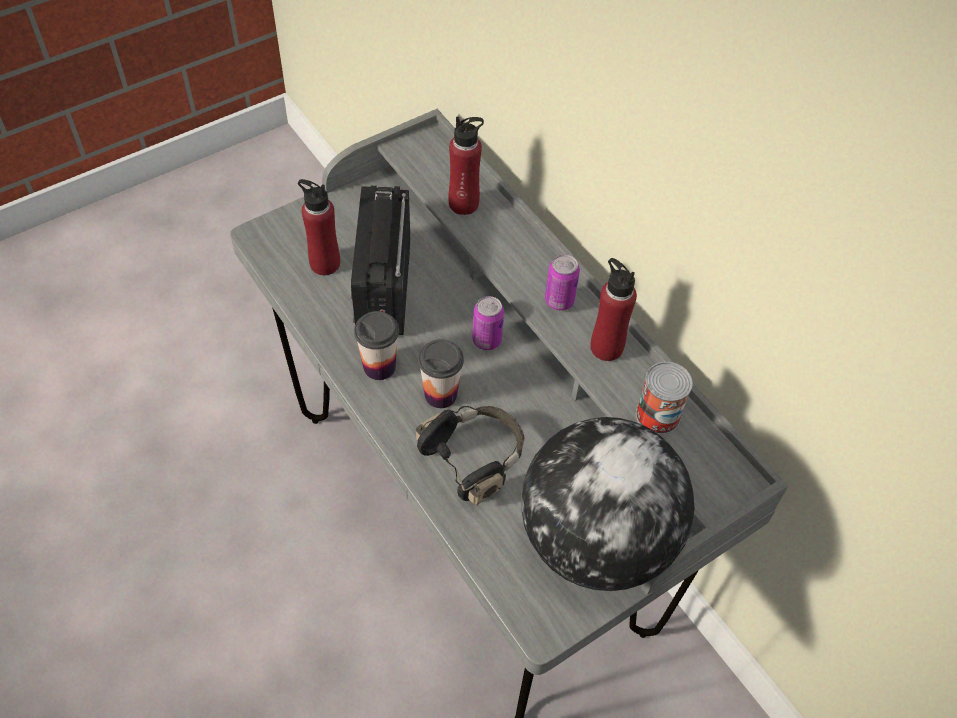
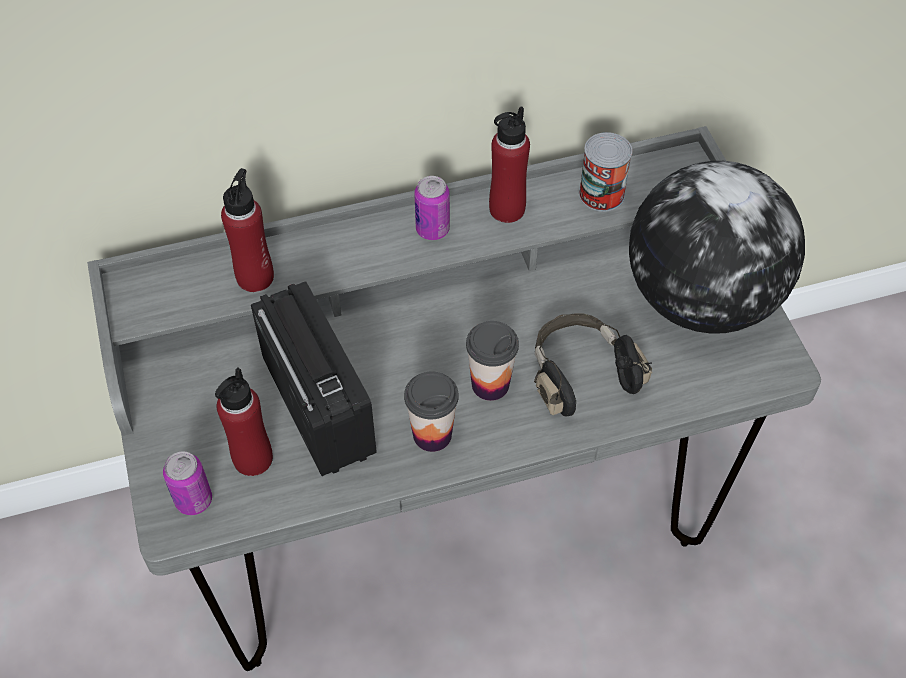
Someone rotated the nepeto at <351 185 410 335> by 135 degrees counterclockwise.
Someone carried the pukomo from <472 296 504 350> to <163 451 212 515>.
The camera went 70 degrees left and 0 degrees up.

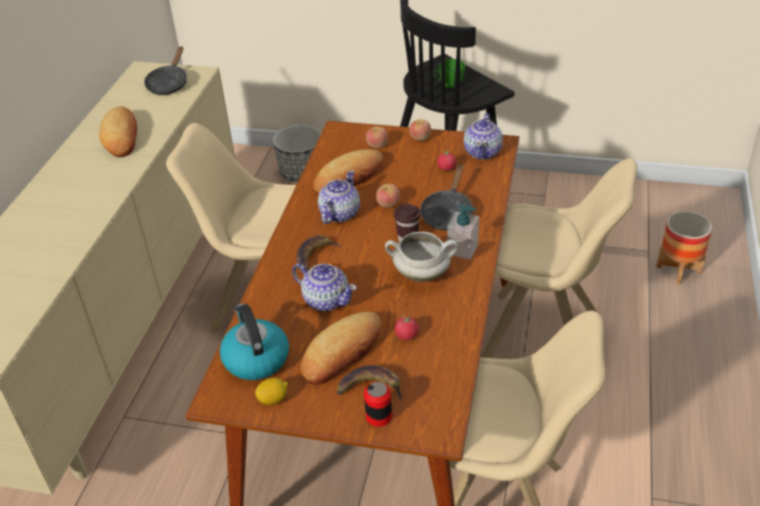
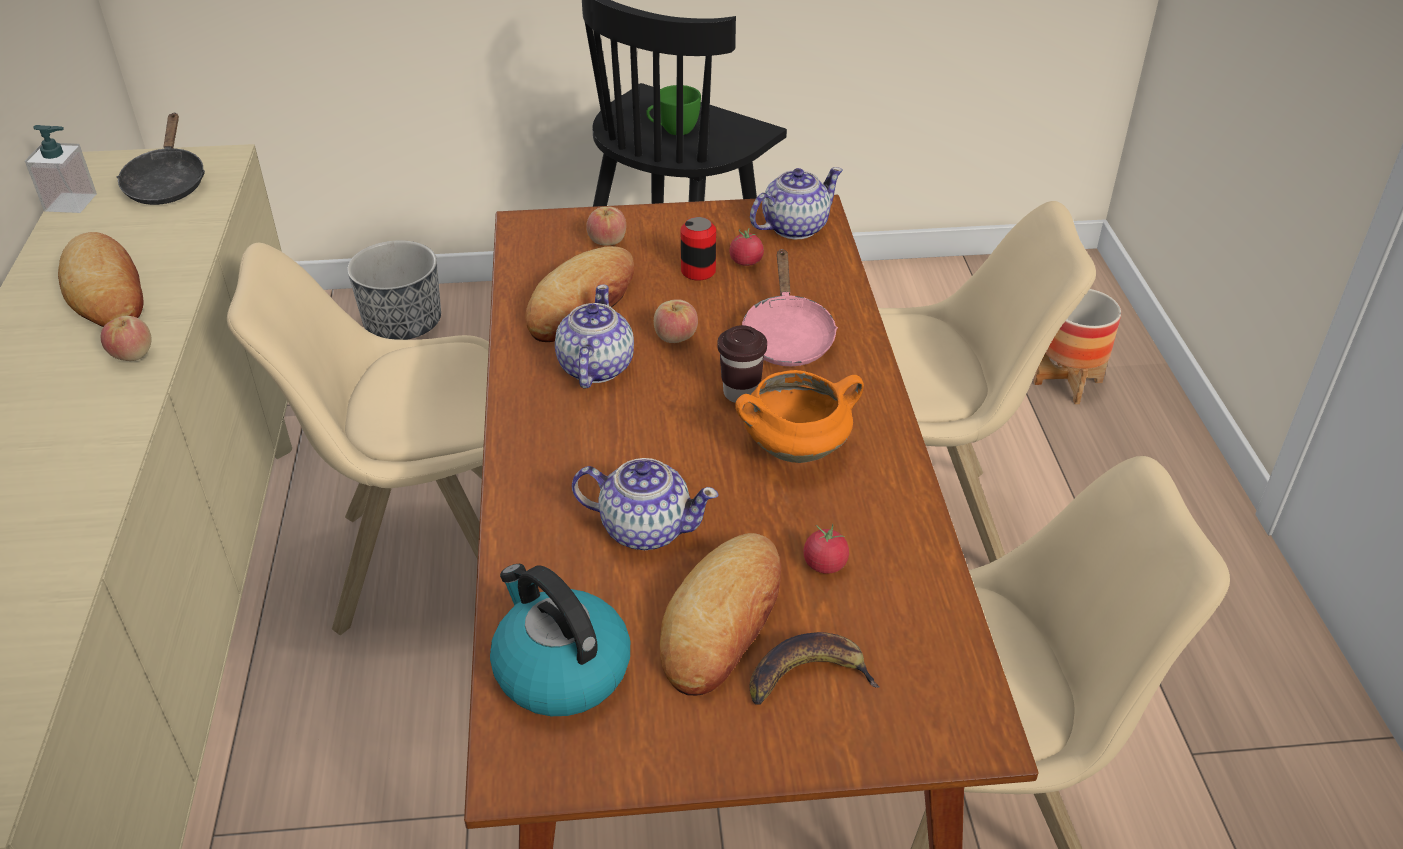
Someone rotated the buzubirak at <464 113 503 160> by 120 degrees counterclockwise.
Someone carried the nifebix from <409 119 431 141> to <101 316 152 361>.
Someone repainted the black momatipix at <420 164 473 231>, which became the pink momatipix at <742 249 838 366>.
Someone carried the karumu from <447 204 479 260> to <25 125 97 213>.
Someone repainted the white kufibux at <385 232 458 282>, which became the orange kufibux at <735 370 864 463>.
Someone took away the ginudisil at <296 235 341 273>.
Someone took away the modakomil at <255 378 288 405>.
Someone carried the pukomo from <364 382 392 427> to <681 217 716 281>.
The camera went 20 degrees left and 0 degrees up.

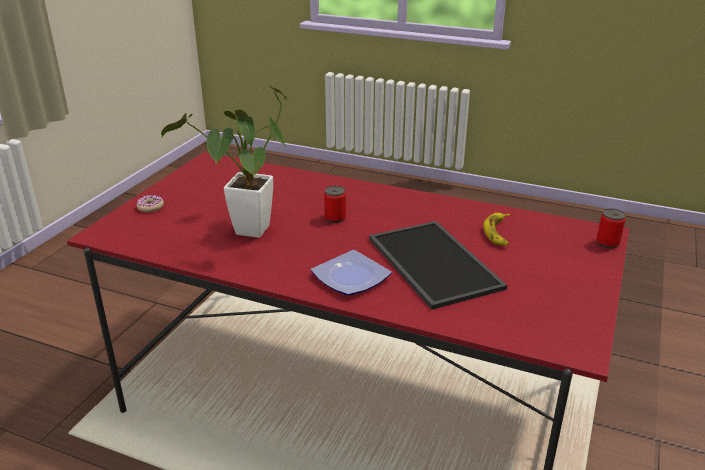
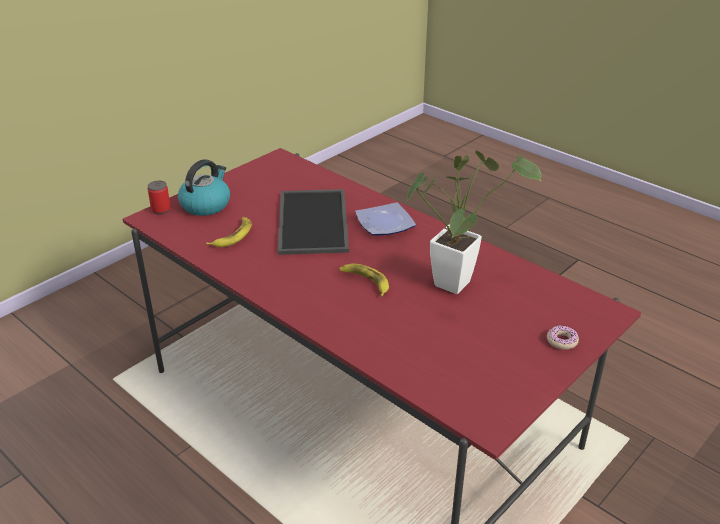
Someone swapped the pukomo at <324 186 346 223> for the ginudisil at <339 263 389 297>.
Someone put down the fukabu at <178 159 230 216>.
The camera went 160 degrees left and 5 degrees up.

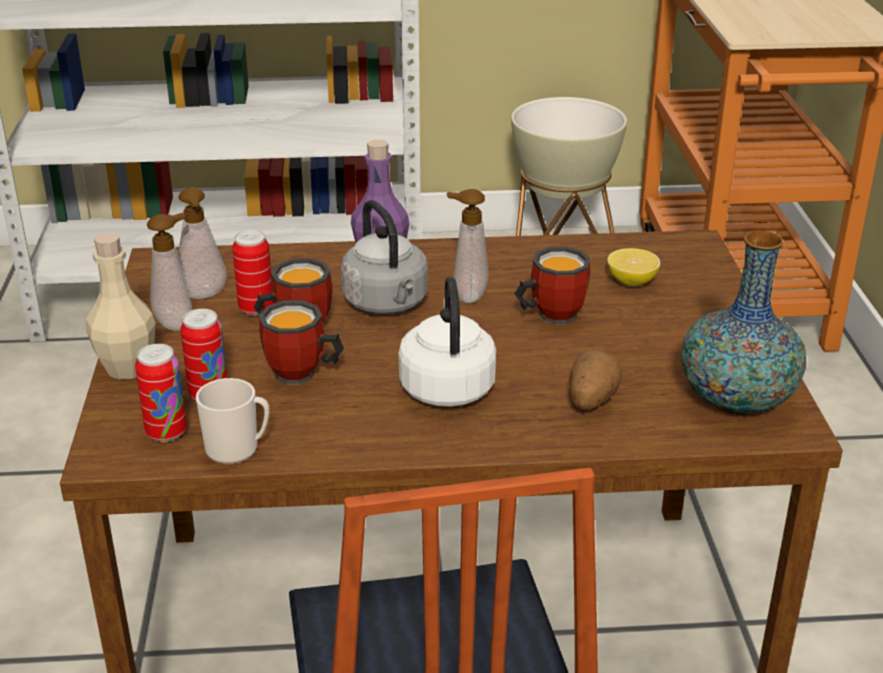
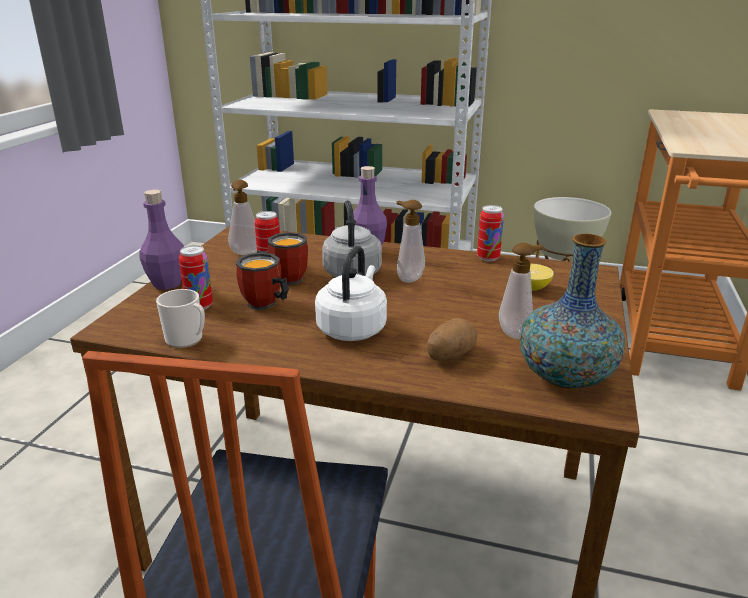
Someone carried the karumu from <147 213 193 331> to <499 243 543 339>.
Someone repainted the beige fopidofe at <86 233 156 380>, which became the purple fopidofe at <139 190 184 290>.
Someone took away the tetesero at <515 246 590 325>.
Someone carried the pukomo from <135 344 187 442> to <477 205 504 261>.
The camera went 20 degrees right and 5 degrees down.

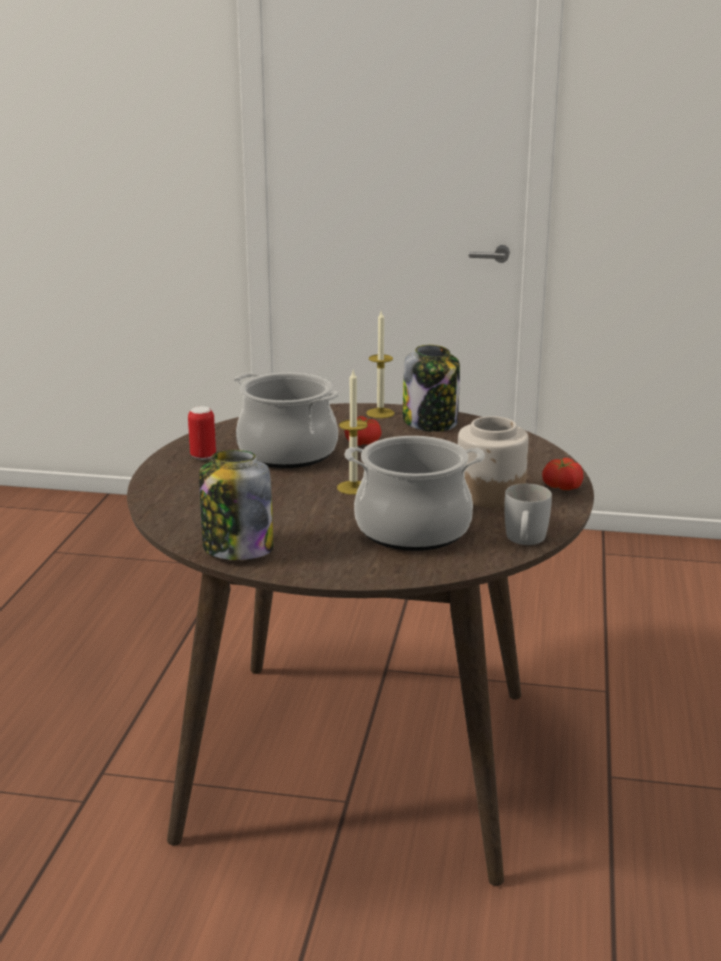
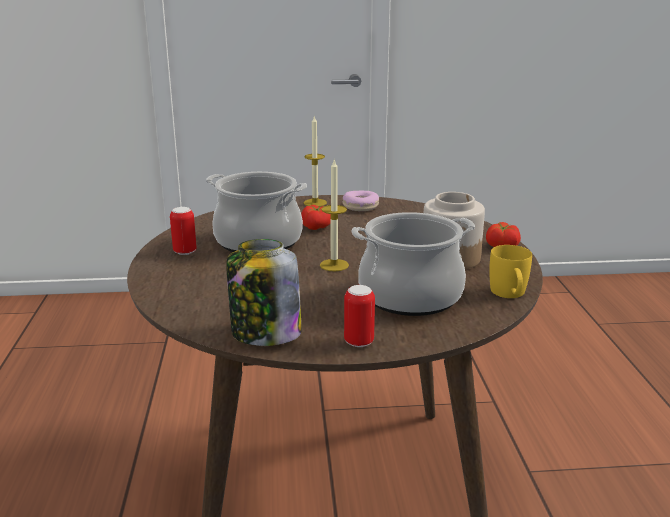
Someone swapped the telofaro at <403 345 460 432> for the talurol at <343 191 379 211>.
Someone repainted the white tetesero at <504 484 552 545>, which became the yellow tetesero at <489 245 532 298>.
Someone put down the pukomo at <344 285 375 347>.
The camera went 15 degrees left and 0 degrees up.

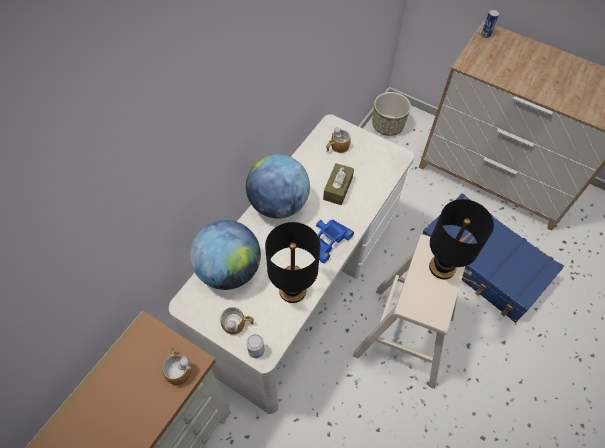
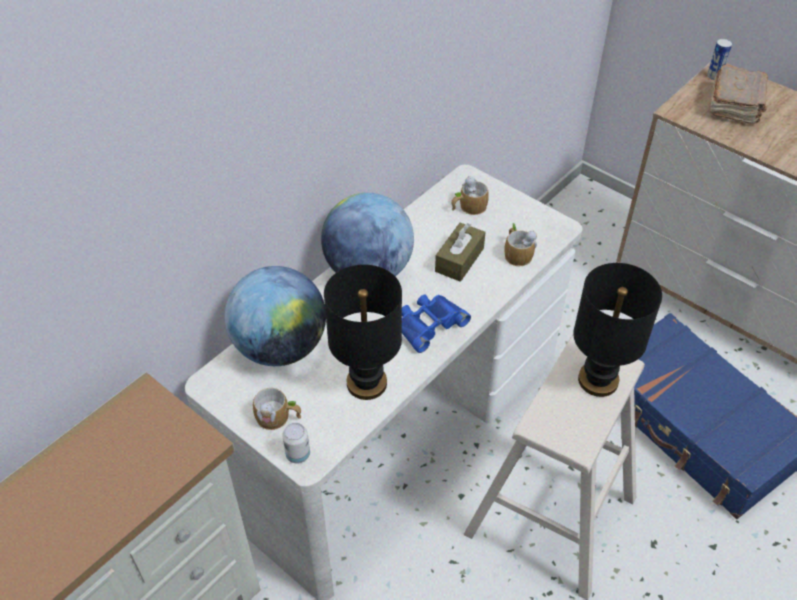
Someone took away the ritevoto at <372 92 411 136>.
Someone carried the tetesero from <162 347 191 386> to <504 223 537 266>.
Someone put down the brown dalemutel at <710 65 768 124>.
The camera went 10 degrees right and 10 degrees down.

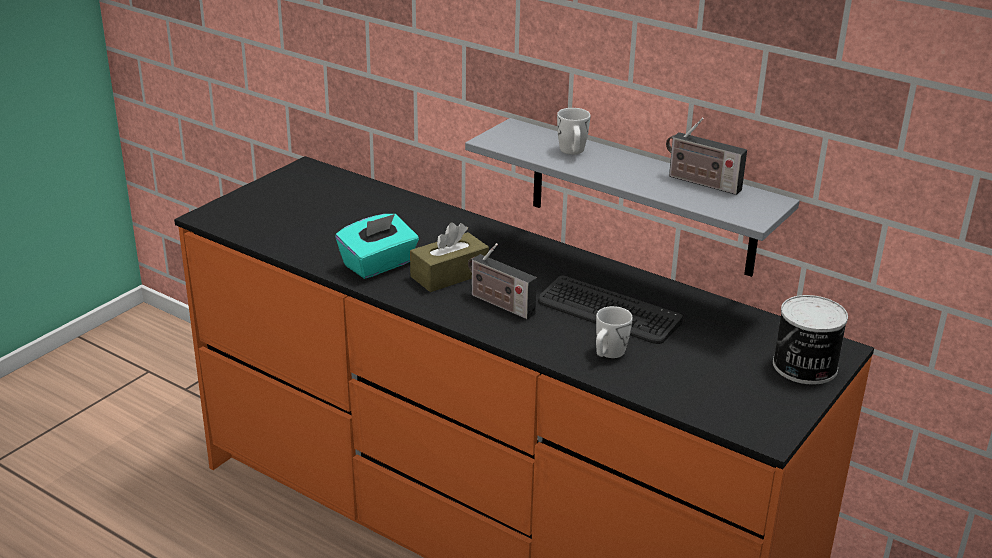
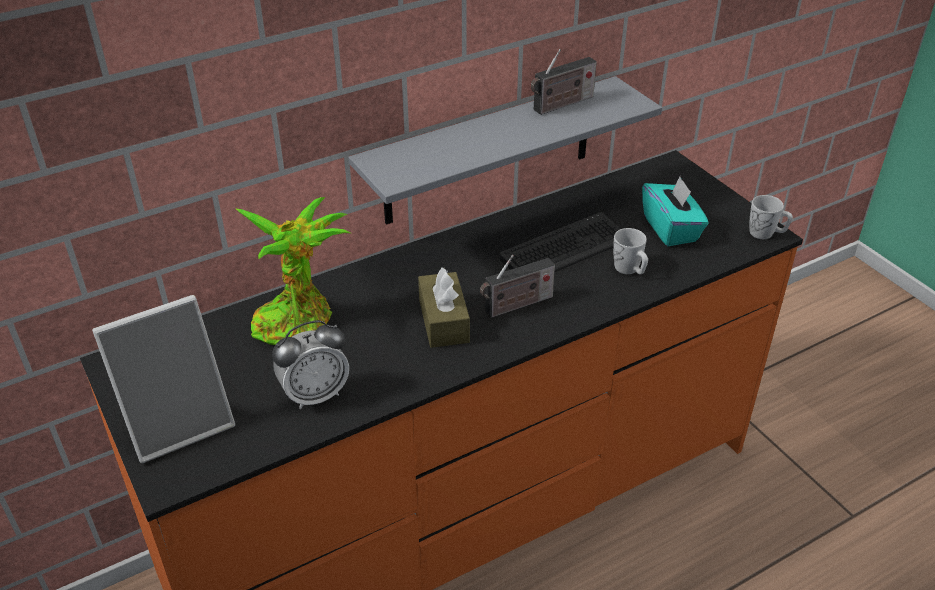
Someone carried the white tetesero from <557 108 590 155> to <749 195 793 239>.
Someone carried the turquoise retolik from <335 214 419 279> to <642 177 709 246>.
Someone took away the pukomo at <773 295 848 385>.
Someone put down the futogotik at <235 197 351 345>.
Someone put down the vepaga at <92 295 235 463>.
Someone put down the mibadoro at <272 320 349 409>.
The camera went 65 degrees left and 10 degrees up.

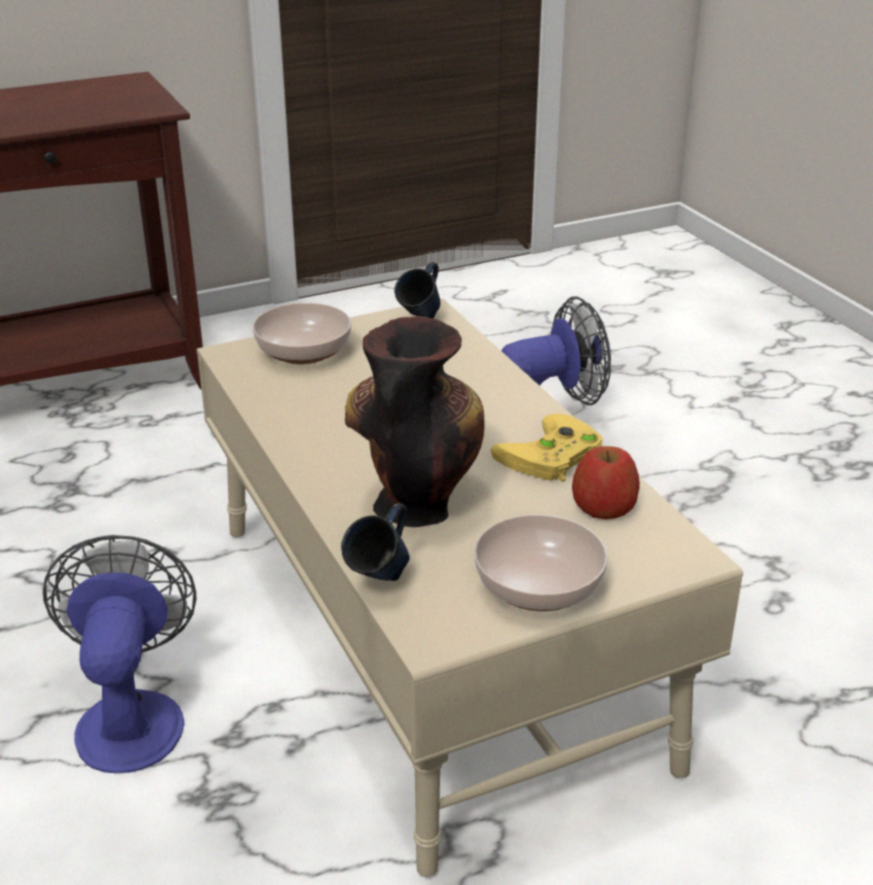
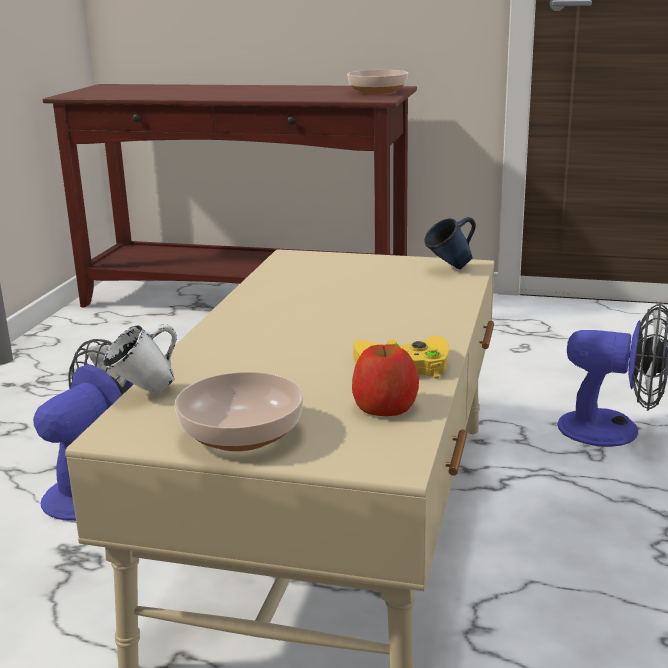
Someone carried the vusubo from <253 303 351 364> to <347 70 408 95>.
Someone took away the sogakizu at <345 316 485 527>.
Someone repainted the blue tetesero at <341 503 410 581>, which became the white tetesero at <104 324 177 395>.
The camera went 40 degrees right and 10 degrees down.

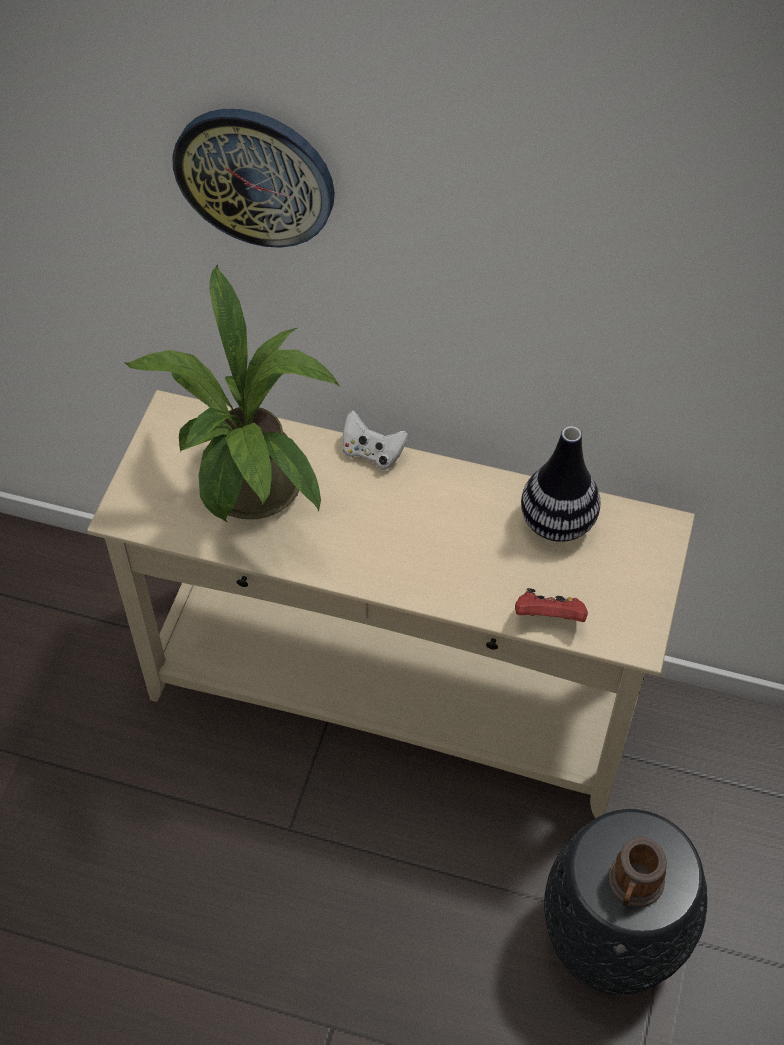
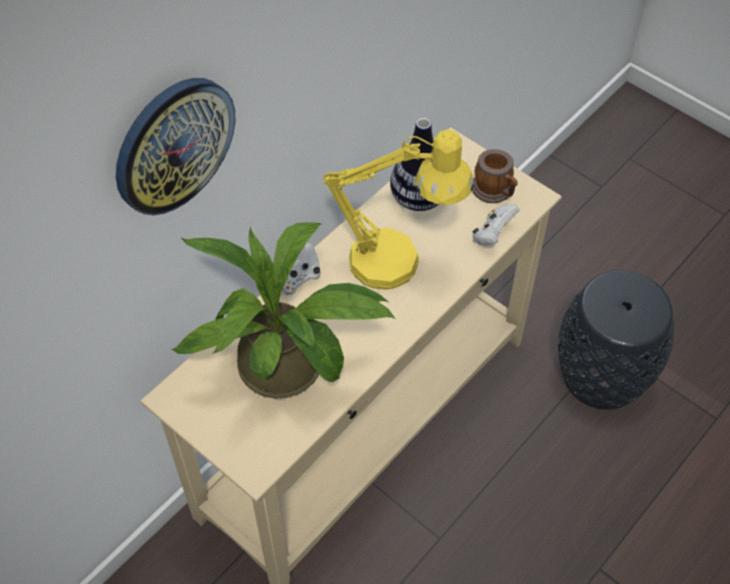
Someone repainted the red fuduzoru at <515 588 588 622>, which became the white fuduzoru at <473 204 520 246>.
Someone carried the tetesero from <608 837 667 907> to <472 149 518 203>.
Someone put down the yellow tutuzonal at <323 129 474 290>.
The camera went 65 degrees left and 0 degrees up.

